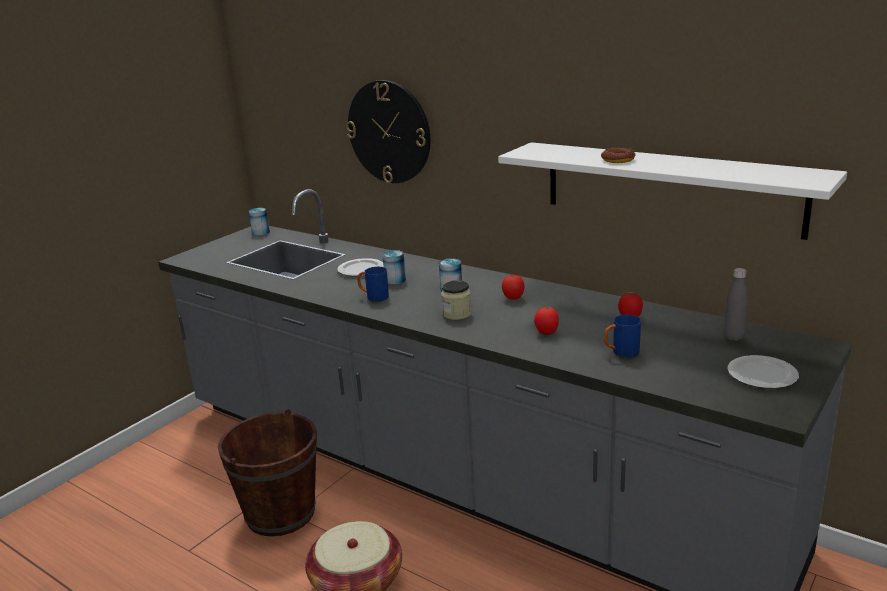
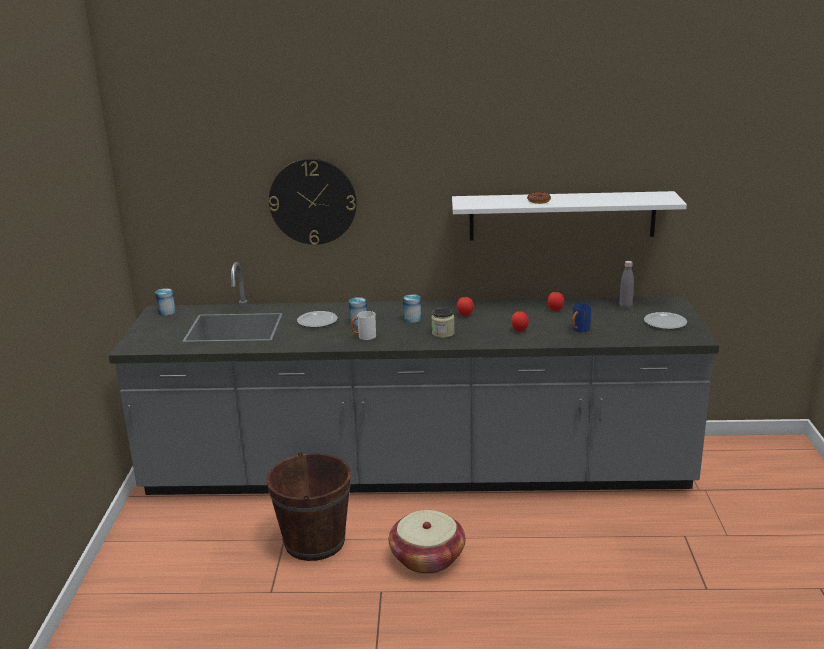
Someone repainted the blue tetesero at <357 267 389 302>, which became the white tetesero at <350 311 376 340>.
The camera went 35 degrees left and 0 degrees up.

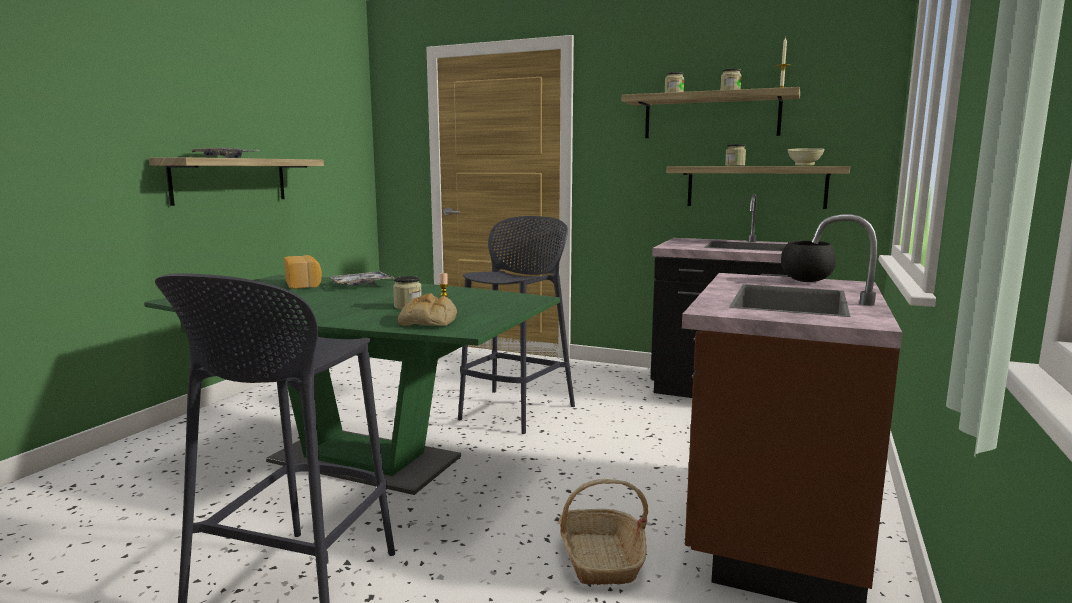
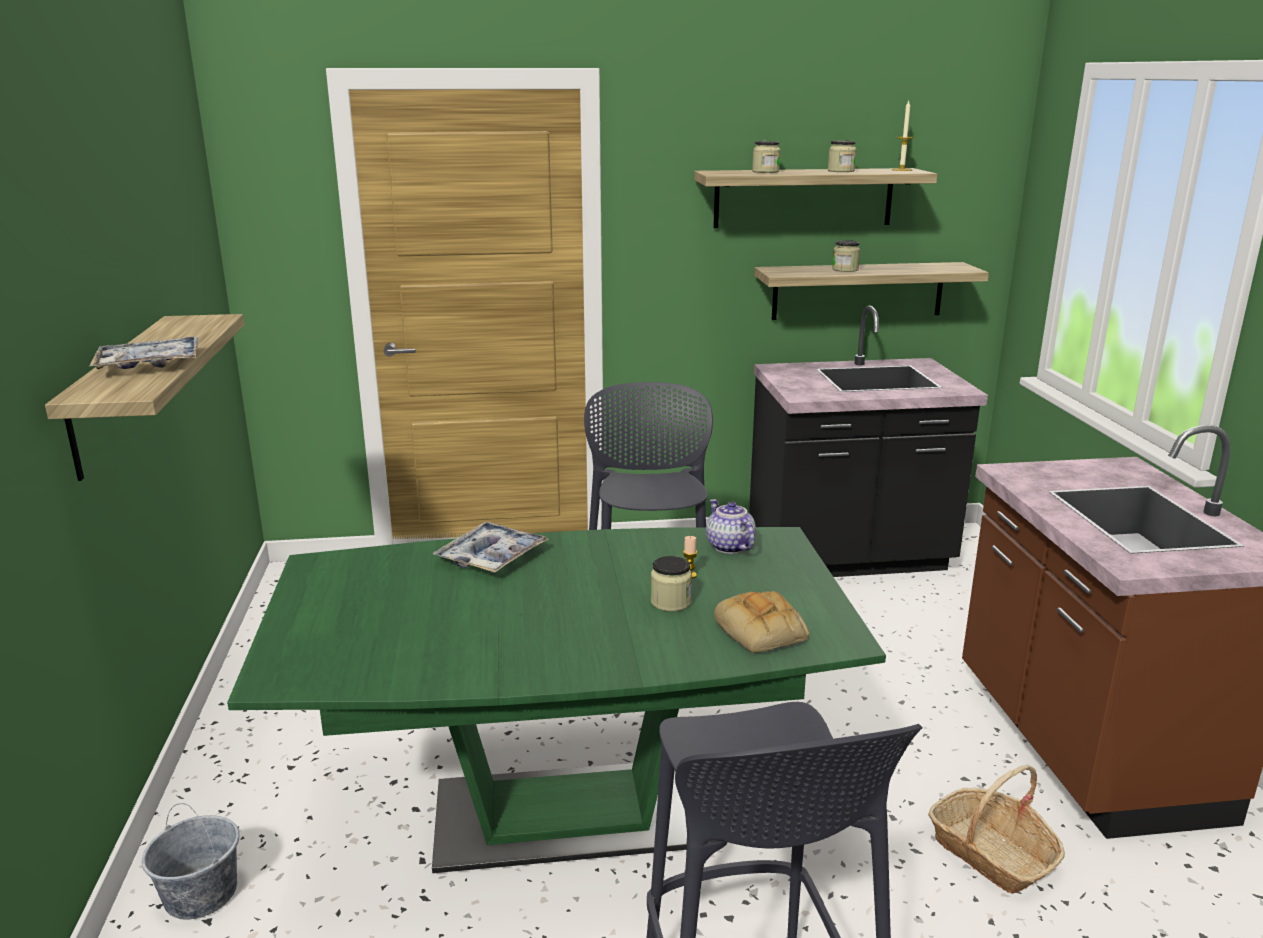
Someone took away the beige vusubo at <787 148 825 166>.
Someone took away the black vusubo at <781 241 836 282>.
Someone took away the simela at <284 255 322 289>.
Someone put down the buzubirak at <706 499 756 554>.
Someone put down the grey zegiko at <142 803 239 919>.
The camera went 30 degrees left and 10 degrees up.

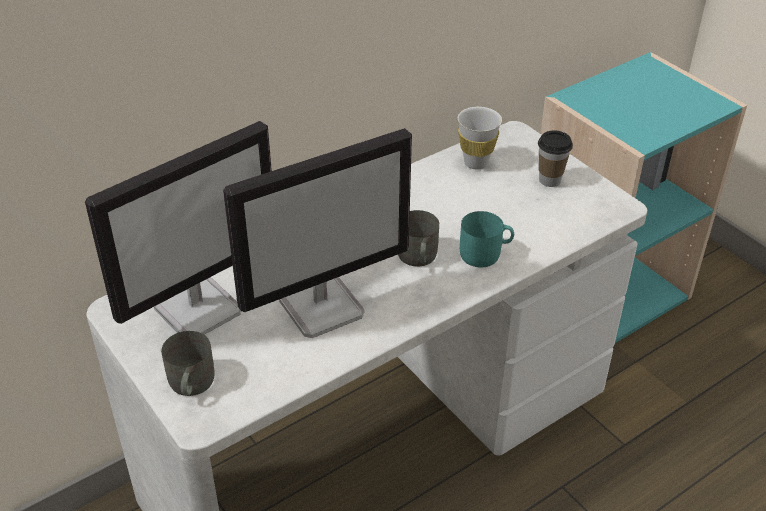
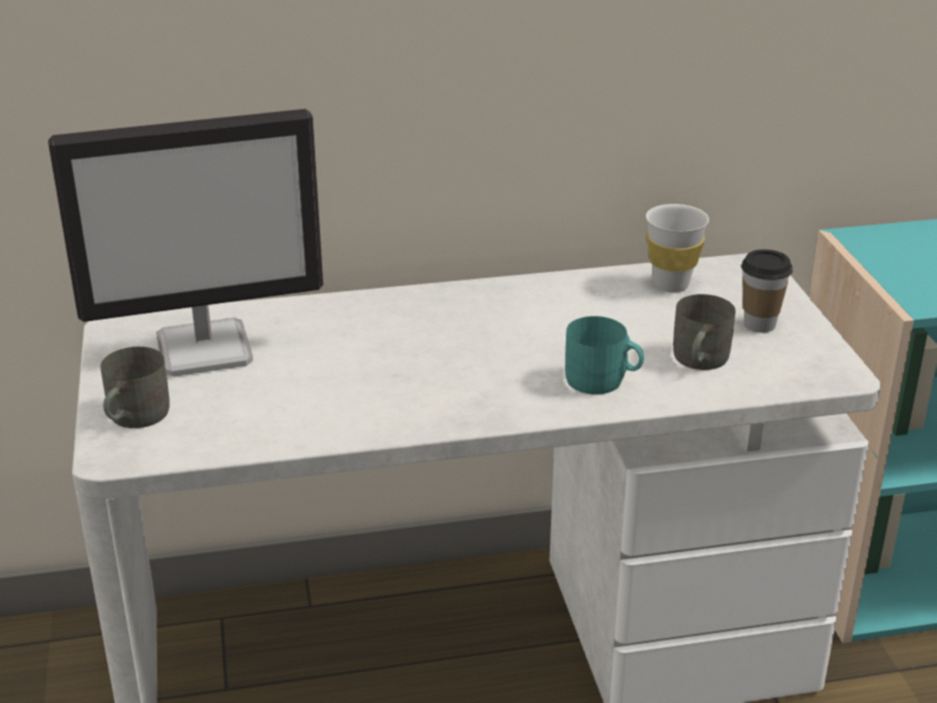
Someone took away the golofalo at <223 128 412 338>.
Someone carried the grey tetesero from <398 210 439 267> to <673 294 736 370>.
The camera went 25 degrees right and 10 degrees down.

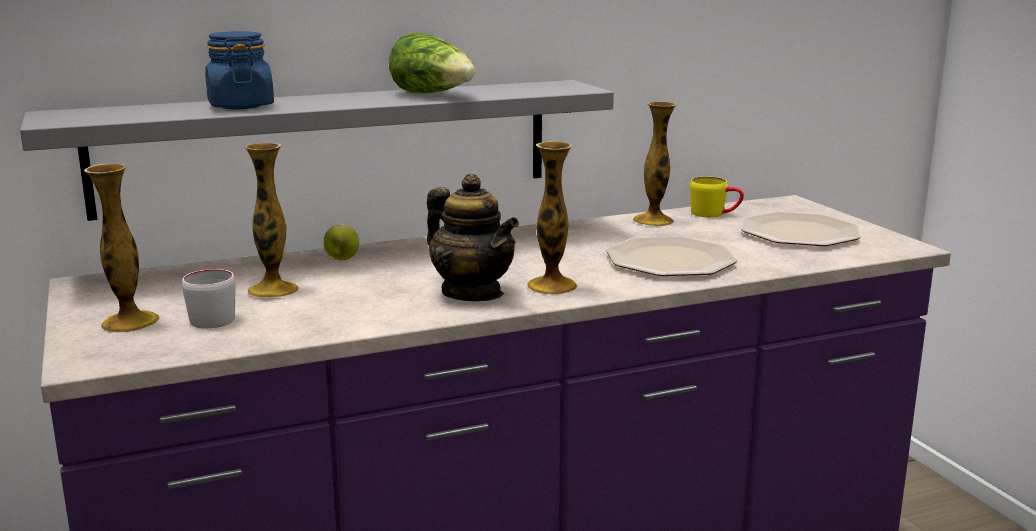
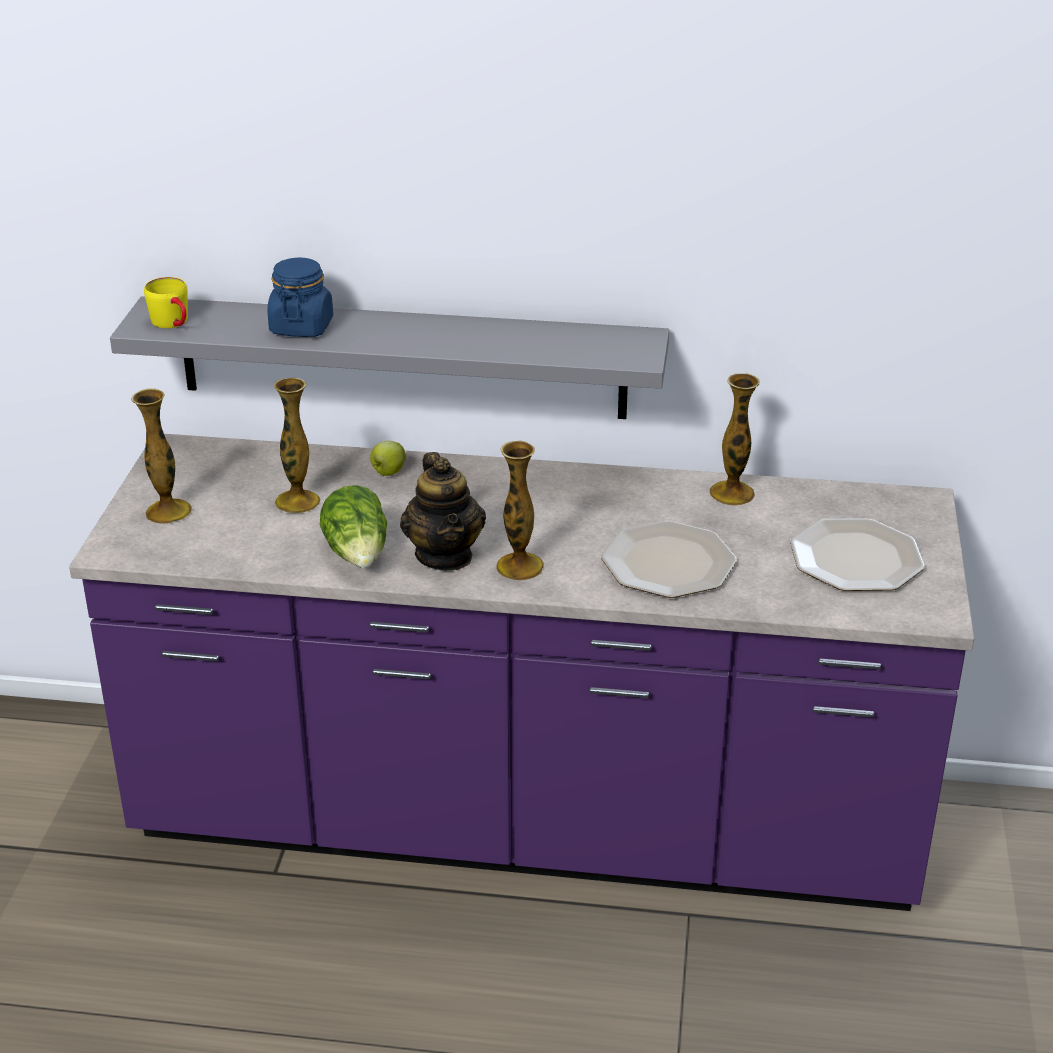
Someone carried the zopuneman from <389 33 475 93> to <320 485 387 568>.
Someone carried the yellow tetesero from <690 177 744 217> to <144 277 188 328>.
Someone took away the grey tetesero at <182 269 236 328>.
The camera went 30 degrees right and 15 degrees up.

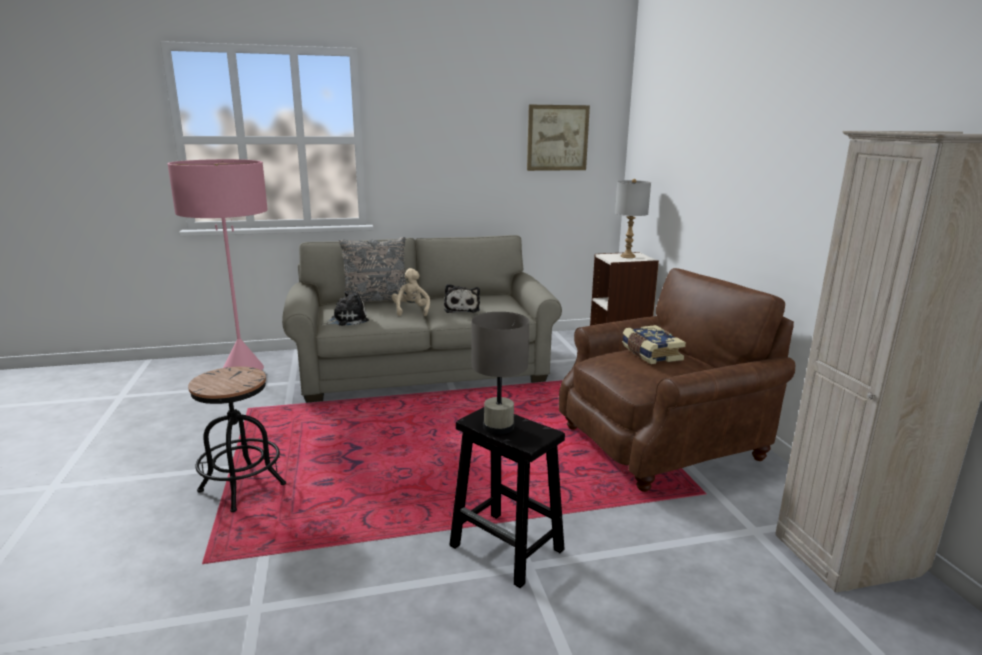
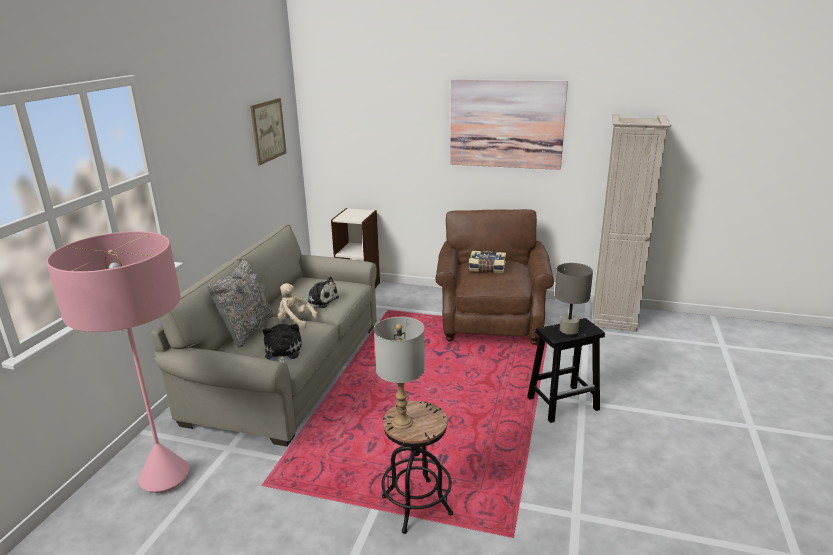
Someone carried the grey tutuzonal from <615 179 651 258> to <374 317 425 430>.
Someone put up the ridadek at <450 79 568 170>.
The camera went 60 degrees left and 5 degrees up.

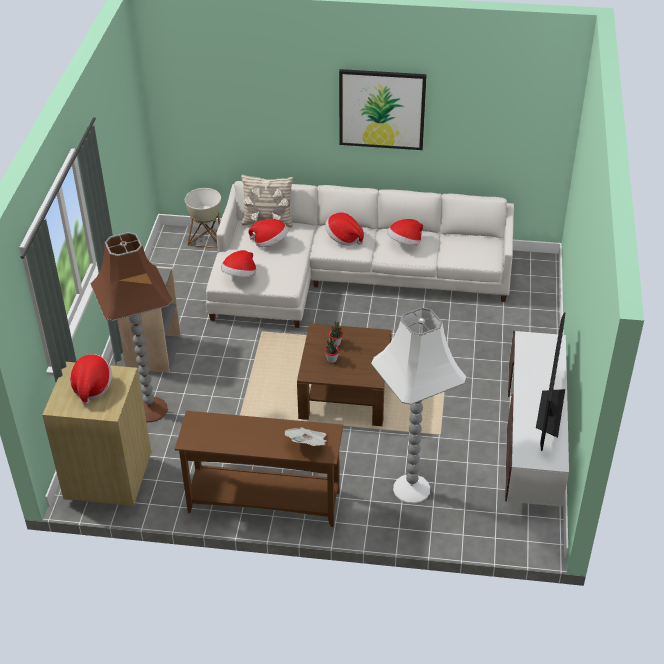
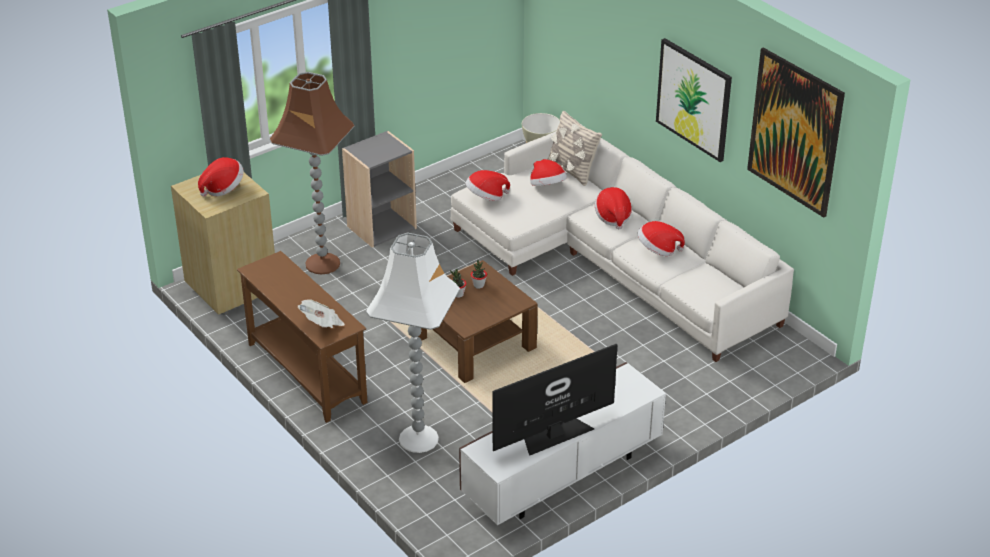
Someone put up the ridadek at <747 47 845 218>.
The camera went 45 degrees right and 5 degrees down.

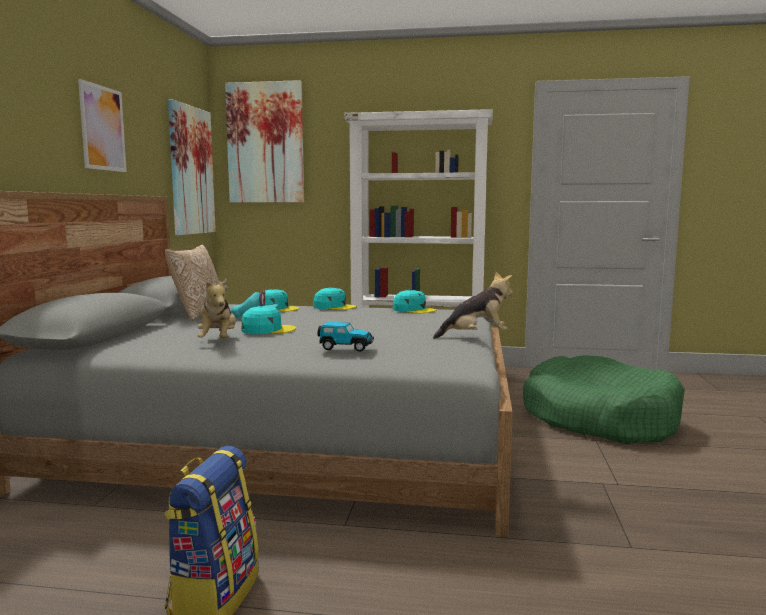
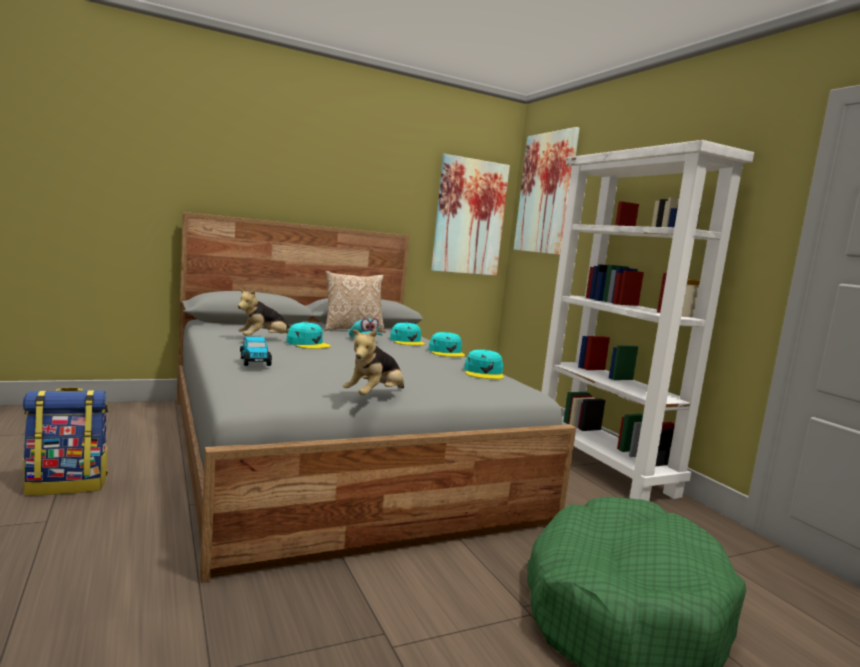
Someone took away the ridadek at <78 79 127 172>.
Someone rotated the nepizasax at <433 272 513 339> by 75 degrees clockwise.
The camera went 55 degrees right and 0 degrees up.

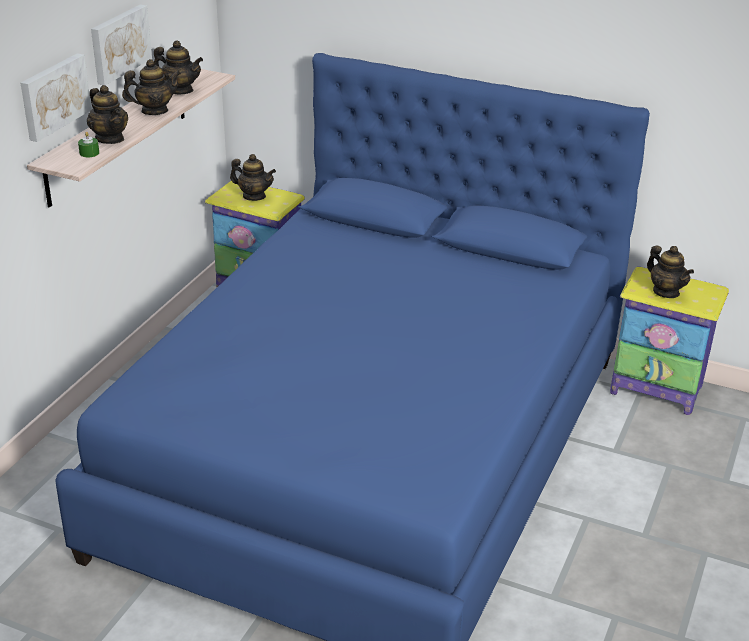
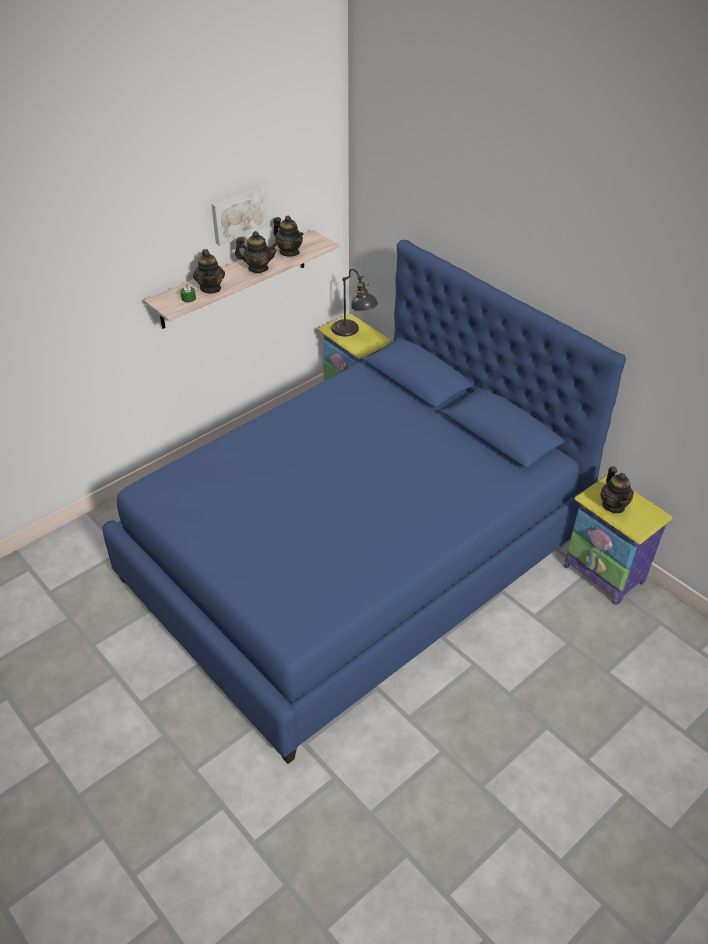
Someone took away the ridadek at <21 53 91 142>.
Someone swapped the buzubirak at <230 154 276 201> for the grey tutuzonal at <331 269 378 336>.
The camera went 25 degrees right and 10 degrees up.

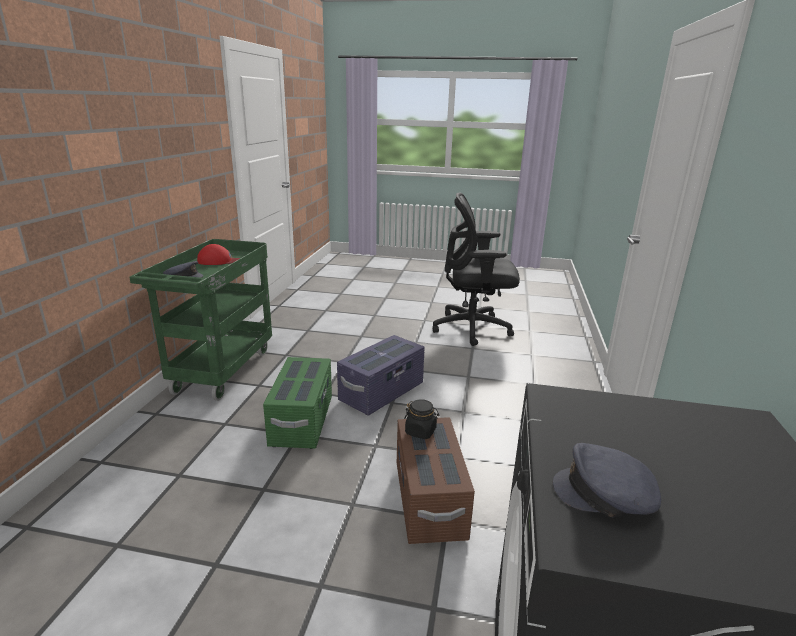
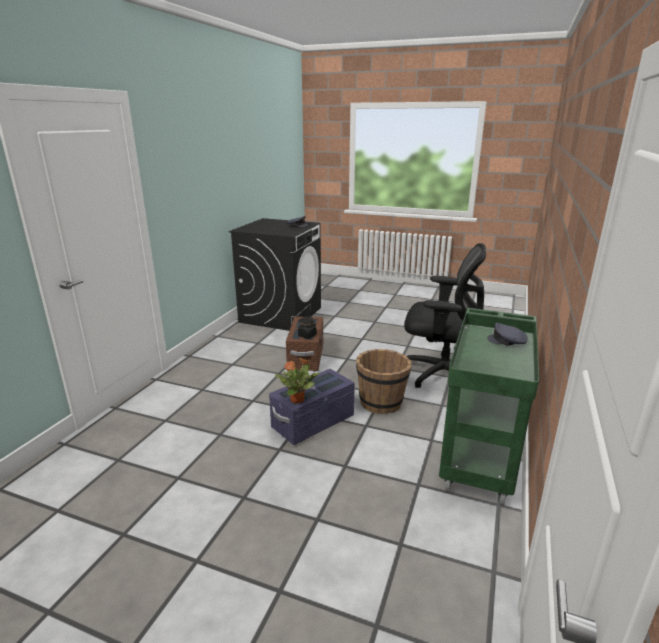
Someone carried the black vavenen from <433 193 520 346> to <404 243 486 388>.
Someone took away the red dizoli at <197 244 240 265>.
Someone swapped the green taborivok at <263 357 332 449> for the brown zegiko at <356 349 412 414>.
Someone put down the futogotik at <275 358 319 404>.
The camera went 170 degrees left and 0 degrees up.

